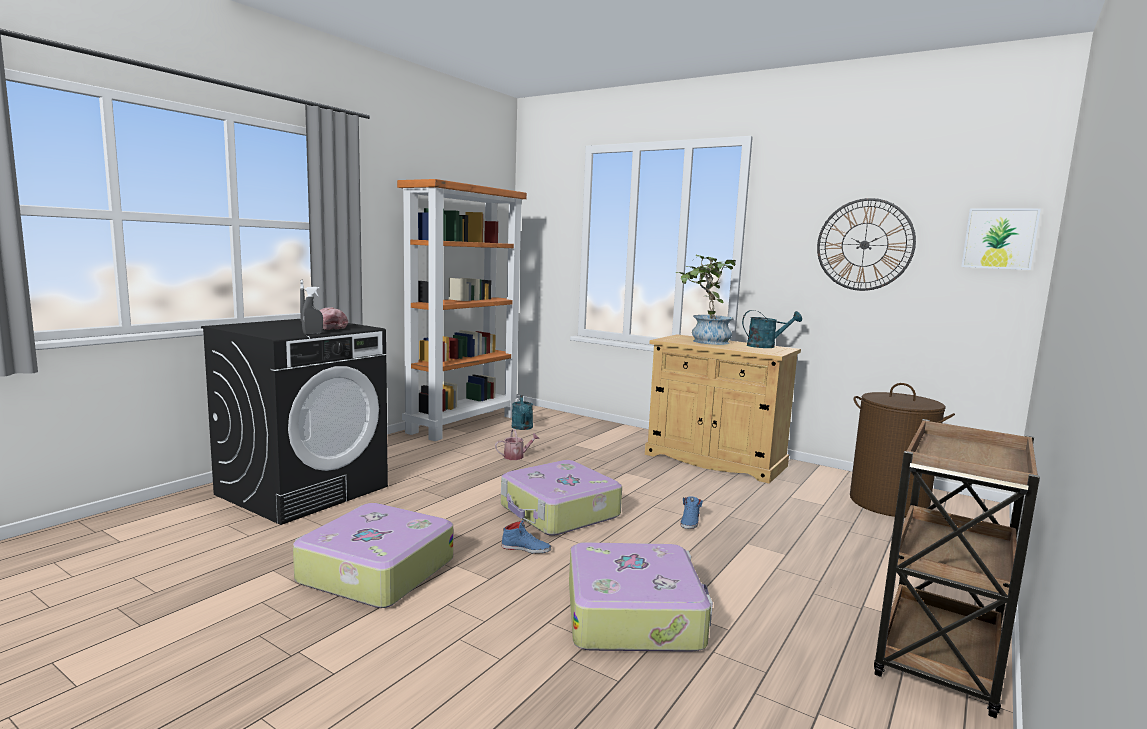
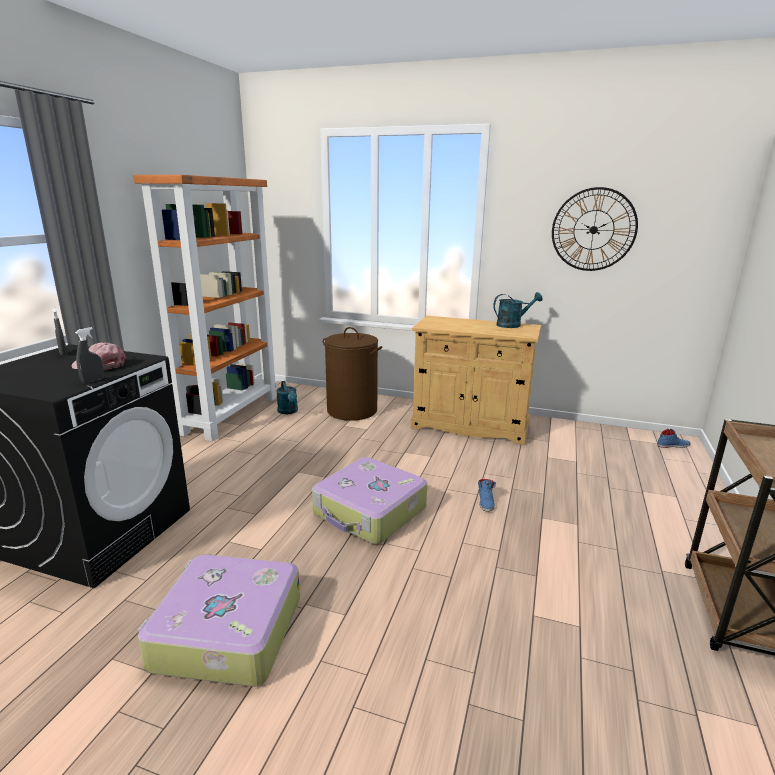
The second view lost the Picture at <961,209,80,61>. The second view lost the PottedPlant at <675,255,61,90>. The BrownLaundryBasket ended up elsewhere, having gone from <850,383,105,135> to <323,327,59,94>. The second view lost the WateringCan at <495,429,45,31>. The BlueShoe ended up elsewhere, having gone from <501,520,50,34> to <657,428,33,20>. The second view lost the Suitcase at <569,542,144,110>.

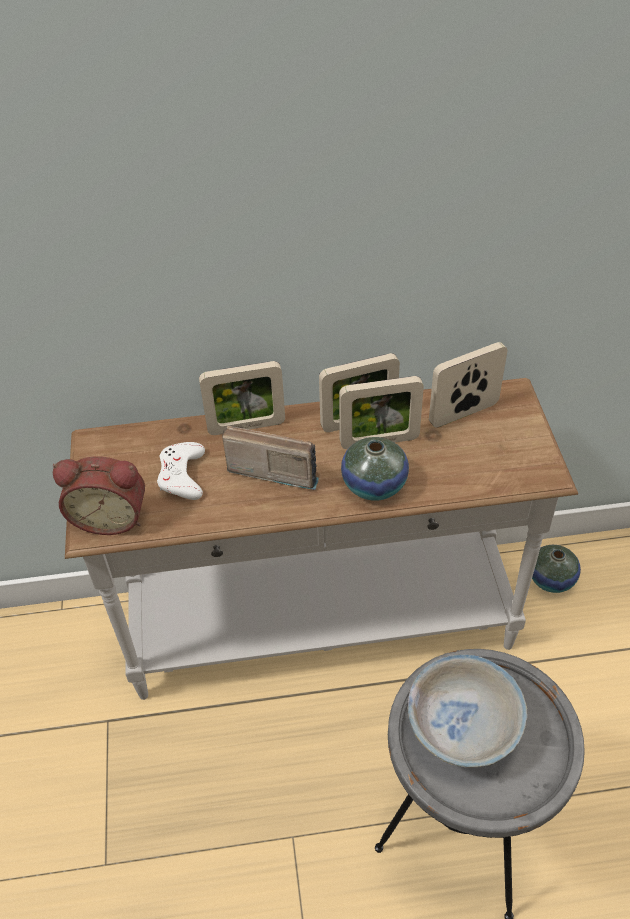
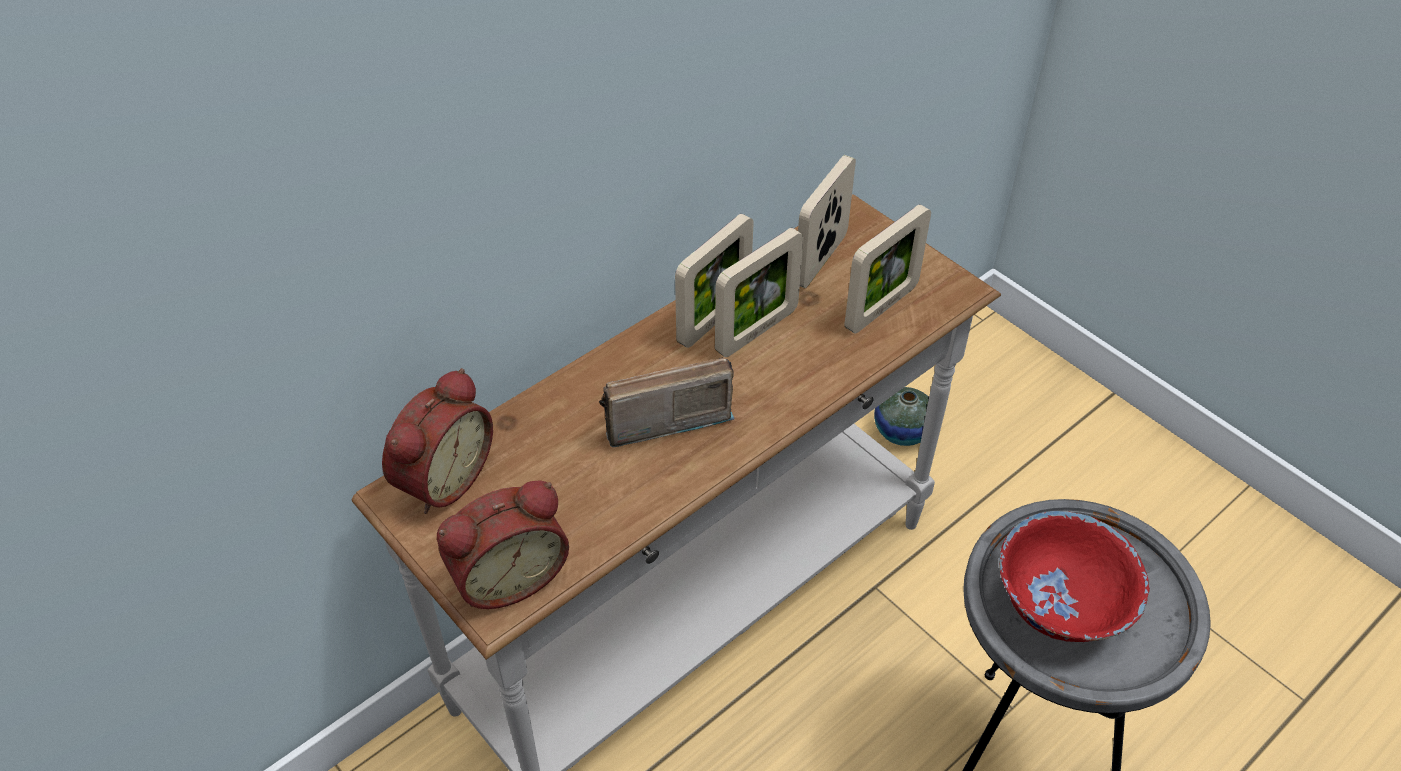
The PictureFrame ended up elsewhere, having gone from <199,361,86,74> to <844,204,87,129>. The second view lost the Vase at <341,437,68,64>. The second view lost the WhiteGameController at <157,442,48,58>. What was the WhiteBowl at <408,654,119,114> turned into the RedBowl at <999,511,151,131>. The second view gained the AlarmClock at <382,368,111,146>.

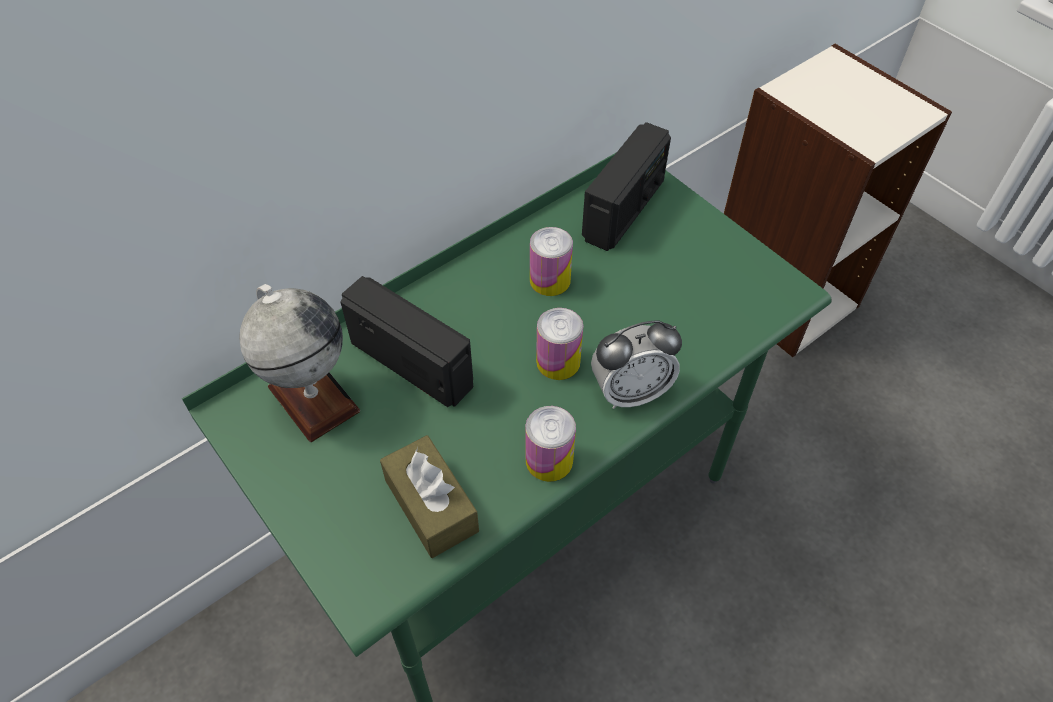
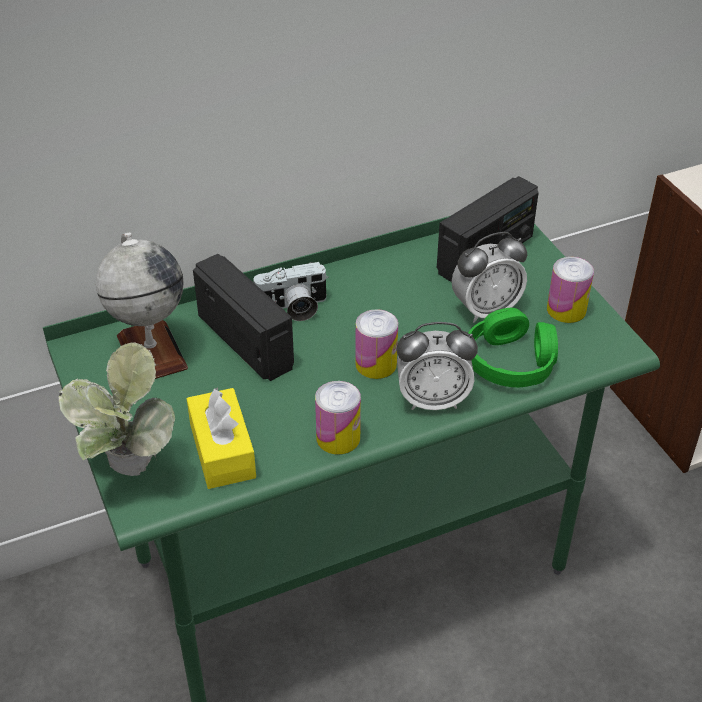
The Can ended up elsewhere, having gone from <530,227,43,69> to <547,257,47,66>. What was the BrownTissueBox at <380,435,99,123> turned into the YellowTissueBox at <186,387,70,102>. The second view gained the AlarmClock at <452,232,75,91>. The second view gained the PhotoCamera at <253,262,75,59>. The second view gained the GreenHeadphones at <468,308,90,79>. The second view gained the PottedPlant at <59,343,116,133>.

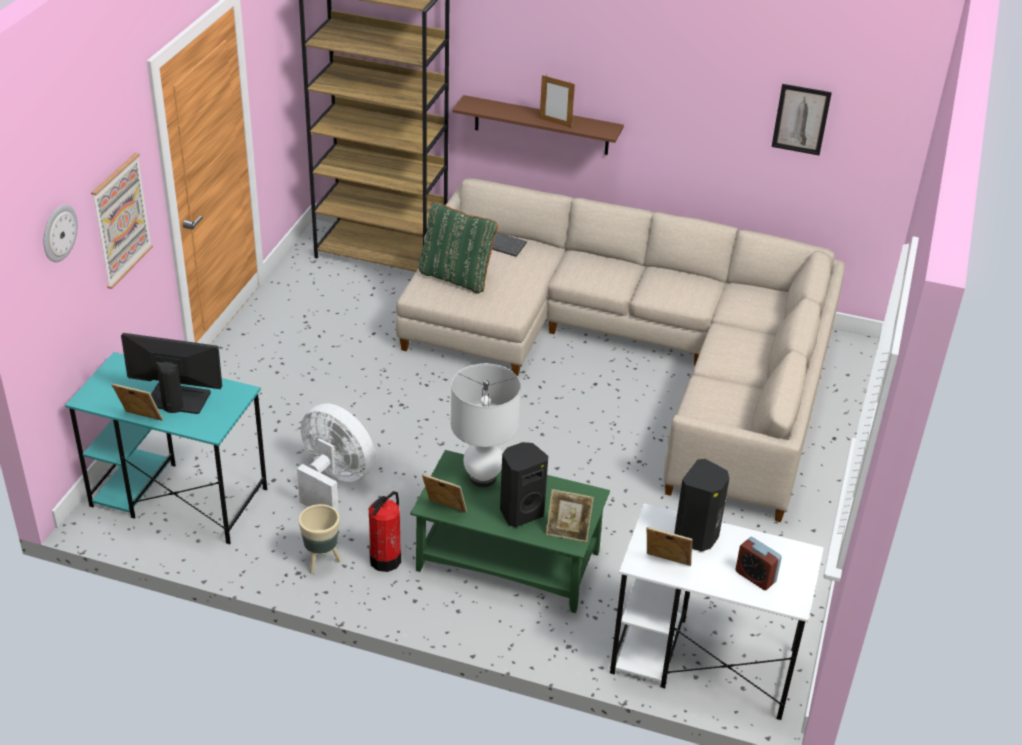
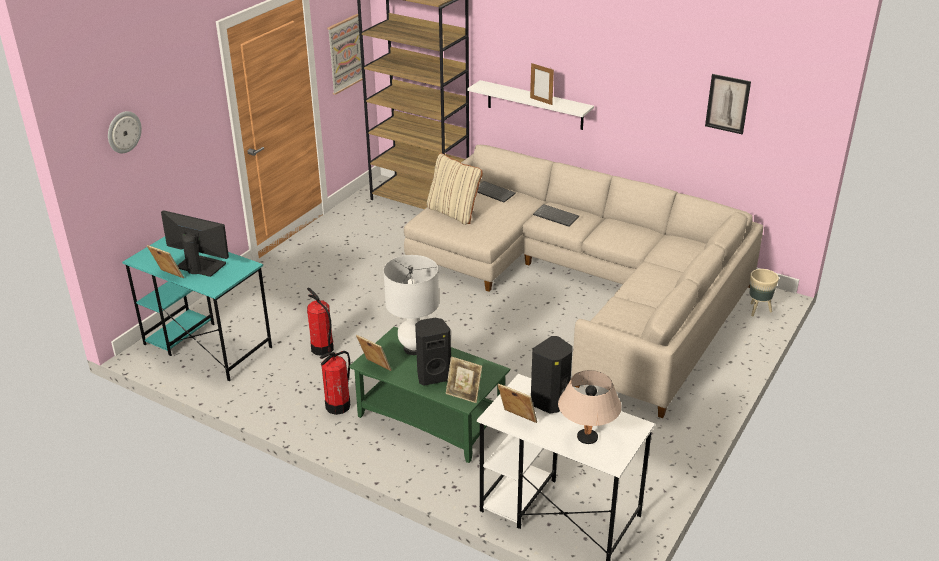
What was the BrownShelf at <452,95,172,60> turned into the WhiteShelf at <467,80,127,50>. The Picture ended up elsewhere, having gone from <91,153,62,136> to <327,14,36,81>. What was the GreenPillow at <419,202,79,92> turned into the BeigePillow at <427,153,56,72>. Where the WhiteFan stood at <297,403,78,110>, the FireExtinguisher came to stand at <307,288,27,68>. The BeigePlanter ended up elsewhere, having gone from <299,504,43,70> to <749,269,30,47>. Where the AlarmClock stood at <735,537,47,53>, the BeigeTableLamp came to stand at <558,370,64,74>. The second view gained the Keyboard at <533,204,46,23>.

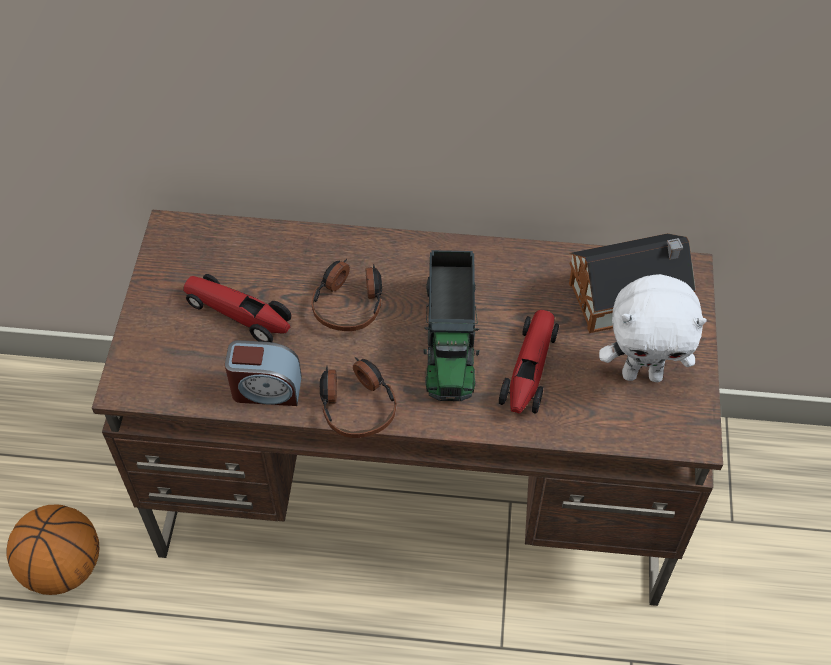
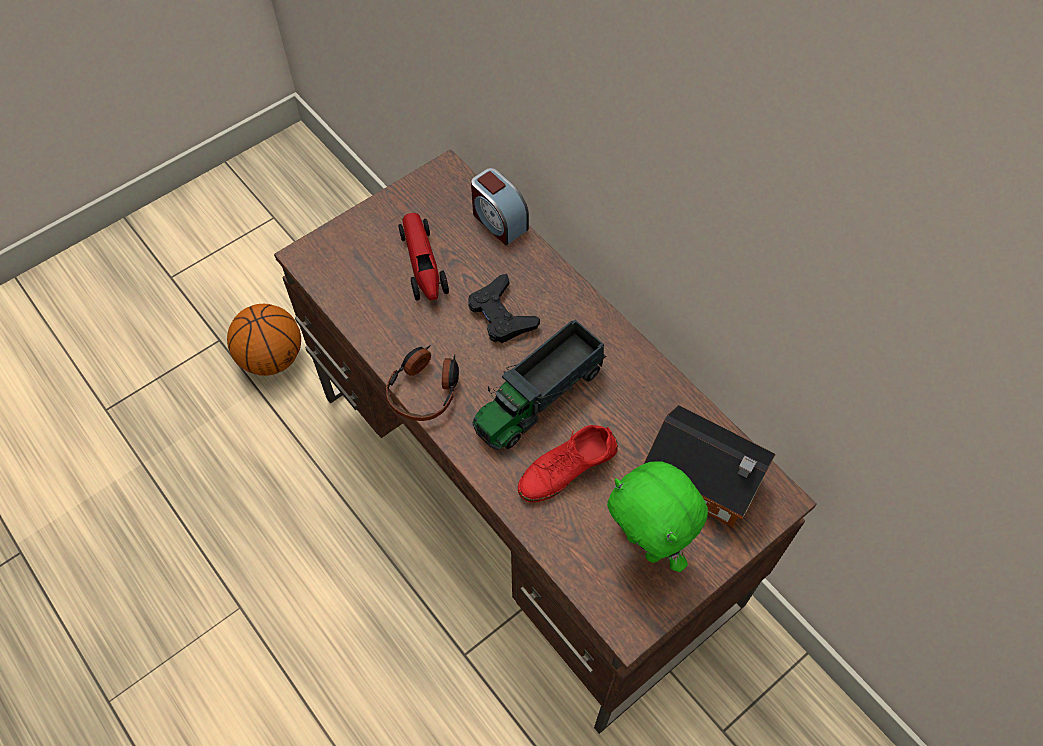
Where the Headphones stood at <311,259,71,72>, the BlackGameController came to stand at <468,274,72,69>. What was the WhitePlushToy at <599,274,108,108> turned into the GreenPlushToy at <607,461,101,111>. Where the ToyCar stood at <499,310,60,103>, the RedShoe came to stand at <518,425,100,78>. The AlarmClock ended up elsewhere, having gone from <225,340,77,66> to <471,168,58,77>.

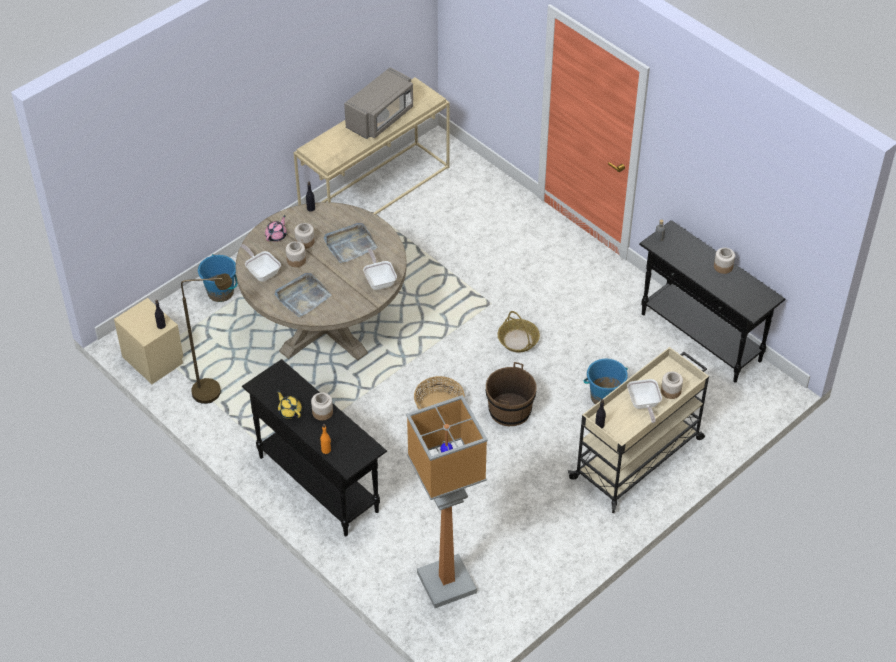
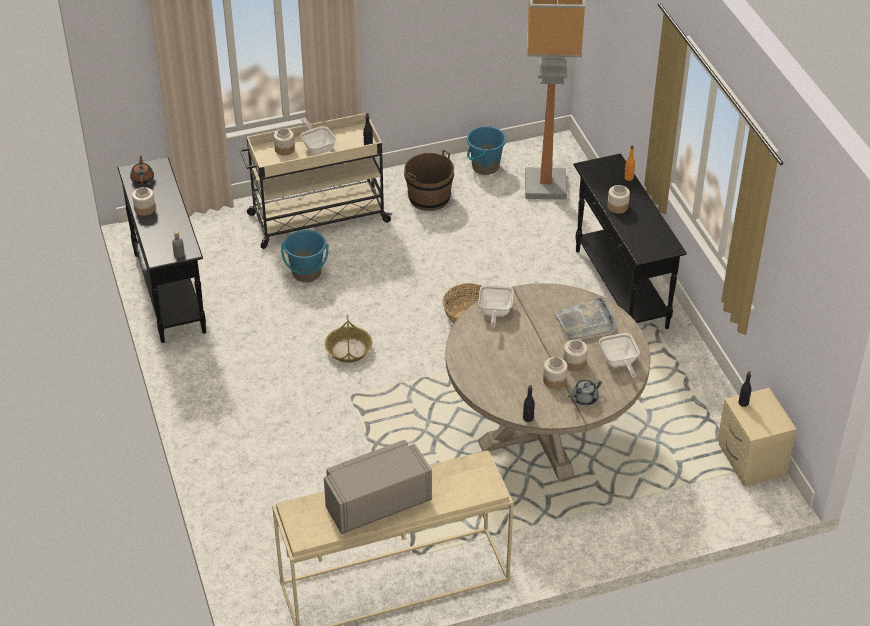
What was the PinkTeapot at <265,215,22,27> turned into the GreyTeapot at <568,380,34,25>. The second view lost the GreyTray at <323,223,55,40>. The BlueBucket ended up elsewhere, having gone from <198,254,40,48> to <467,126,39,49>. The second view lost the BrownFloorLamp at <181,274,51,130>. The BrownBucket ended up elsewhere, having gone from <486,362,51,64> to <404,150,50,61>. The FryingPan at <627,379,35,44> ended up facing another way, 45 degrees counterclockwise from before. The second view lost the YellowTeapot at <277,390,25,29>. The second view gained the BrownTeapot at <130,156,24,29>.

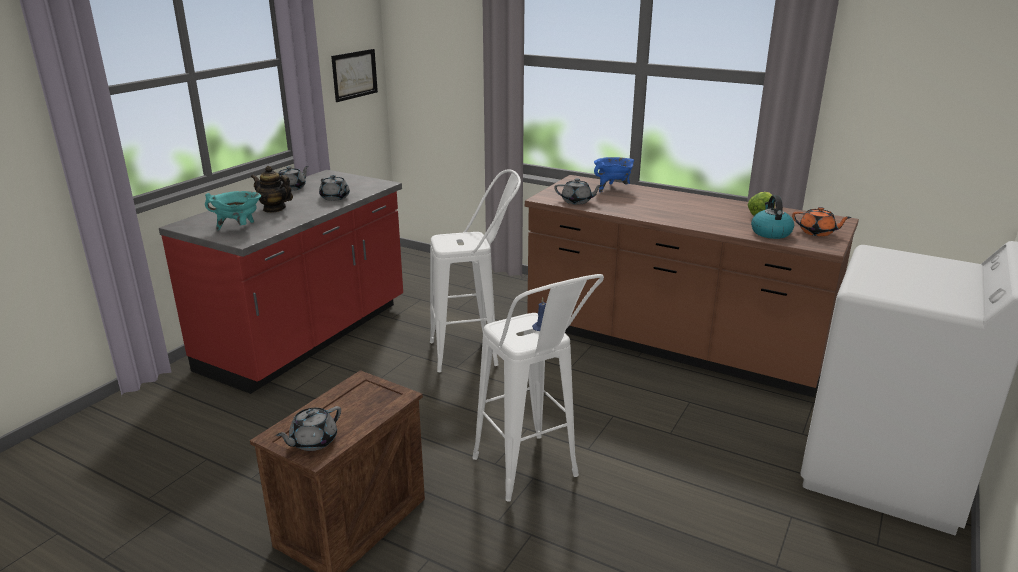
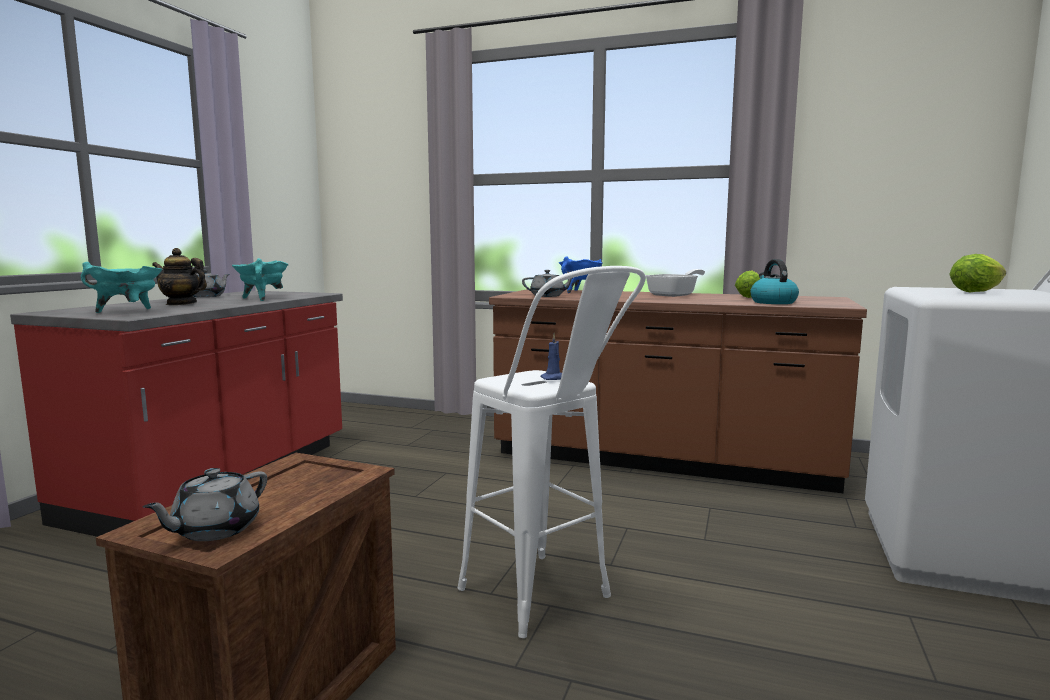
The second view lost the Picture at <331,49,47,53>. The second view lost the WhiteStool at <430,170,91,202>. Where the GreyTeapot stood at <319,175,31,26>, the TurquoiseCookingPot came to stand at <232,258,57,43>. The second view lost the OrangeTeapot at <792,207,60,29>. The second view gained the Lettuce at <949,254,57,38>. The second view gained the FryingPan at <646,269,59,28>.

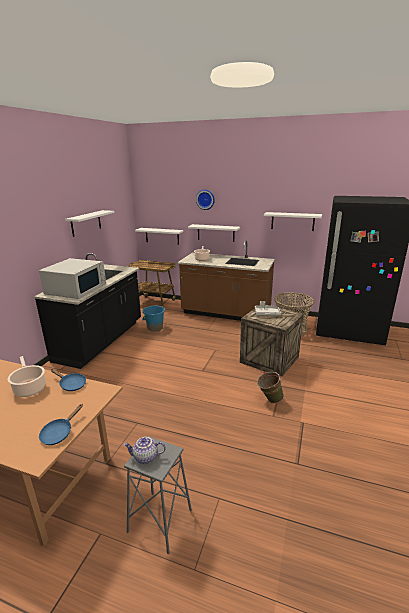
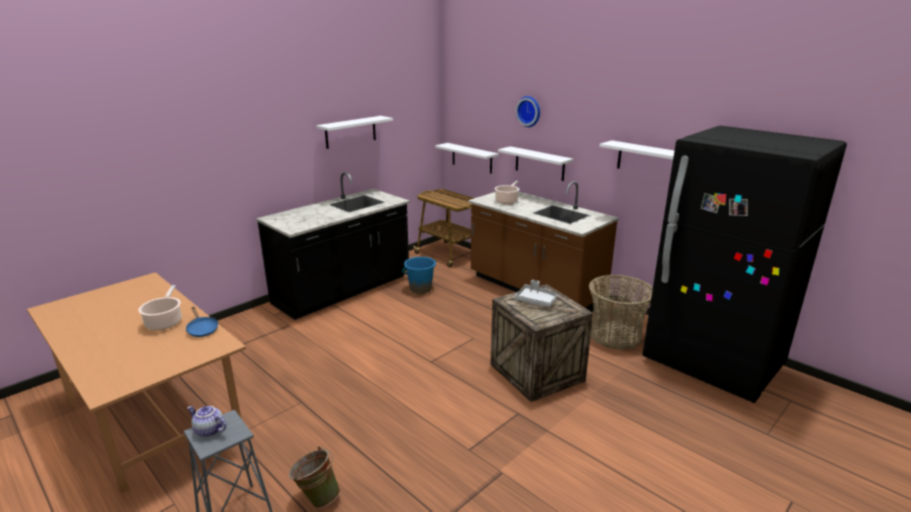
The second view lost the WhiteMicrowave at <39,258,67,41>. The GreenBucket ended up elsewhere, having gone from <257,372,27,31> to <289,447,51,61>. The second view lost the BlueFryingPan at <39,404,44,41>.

